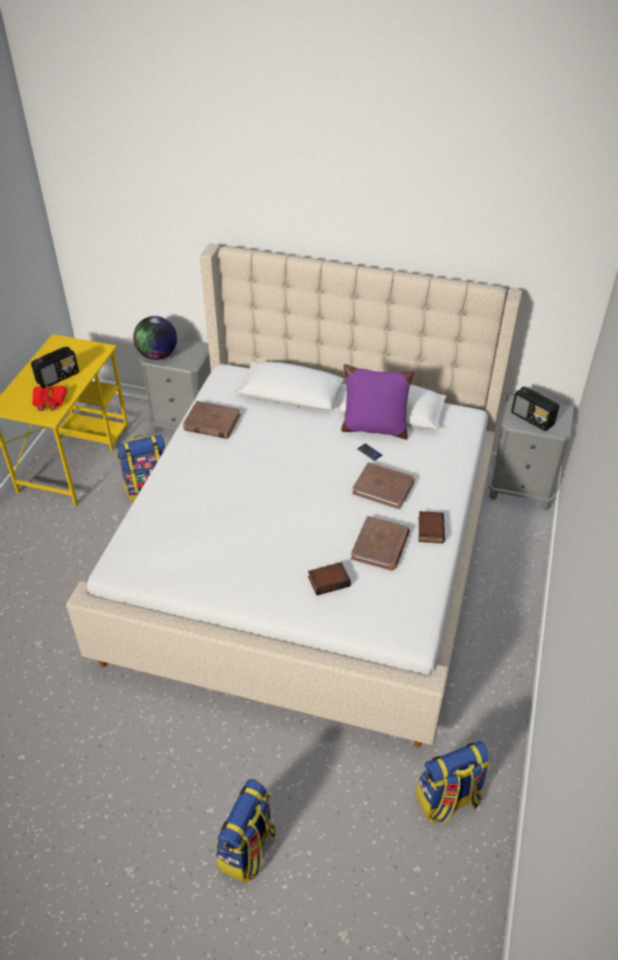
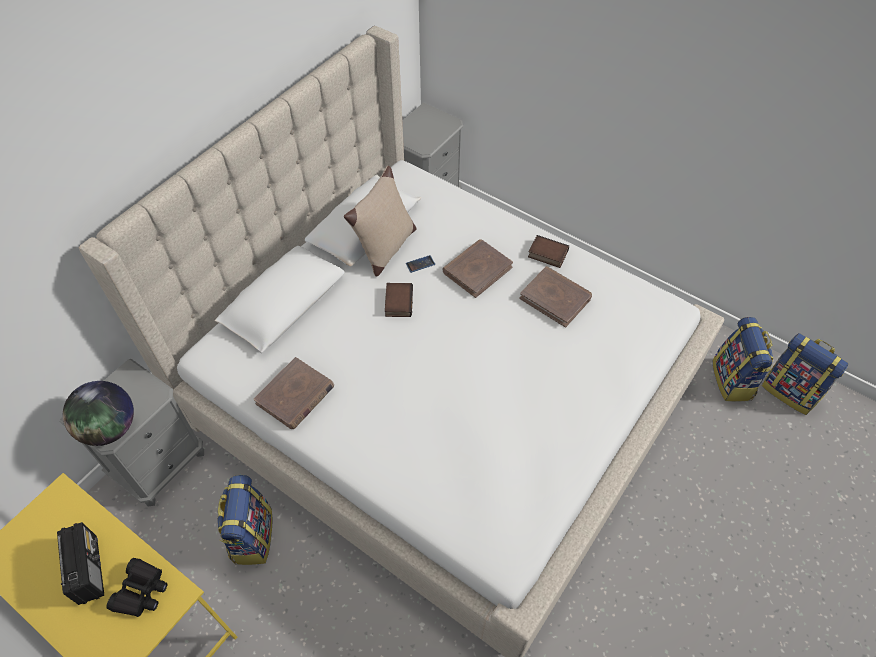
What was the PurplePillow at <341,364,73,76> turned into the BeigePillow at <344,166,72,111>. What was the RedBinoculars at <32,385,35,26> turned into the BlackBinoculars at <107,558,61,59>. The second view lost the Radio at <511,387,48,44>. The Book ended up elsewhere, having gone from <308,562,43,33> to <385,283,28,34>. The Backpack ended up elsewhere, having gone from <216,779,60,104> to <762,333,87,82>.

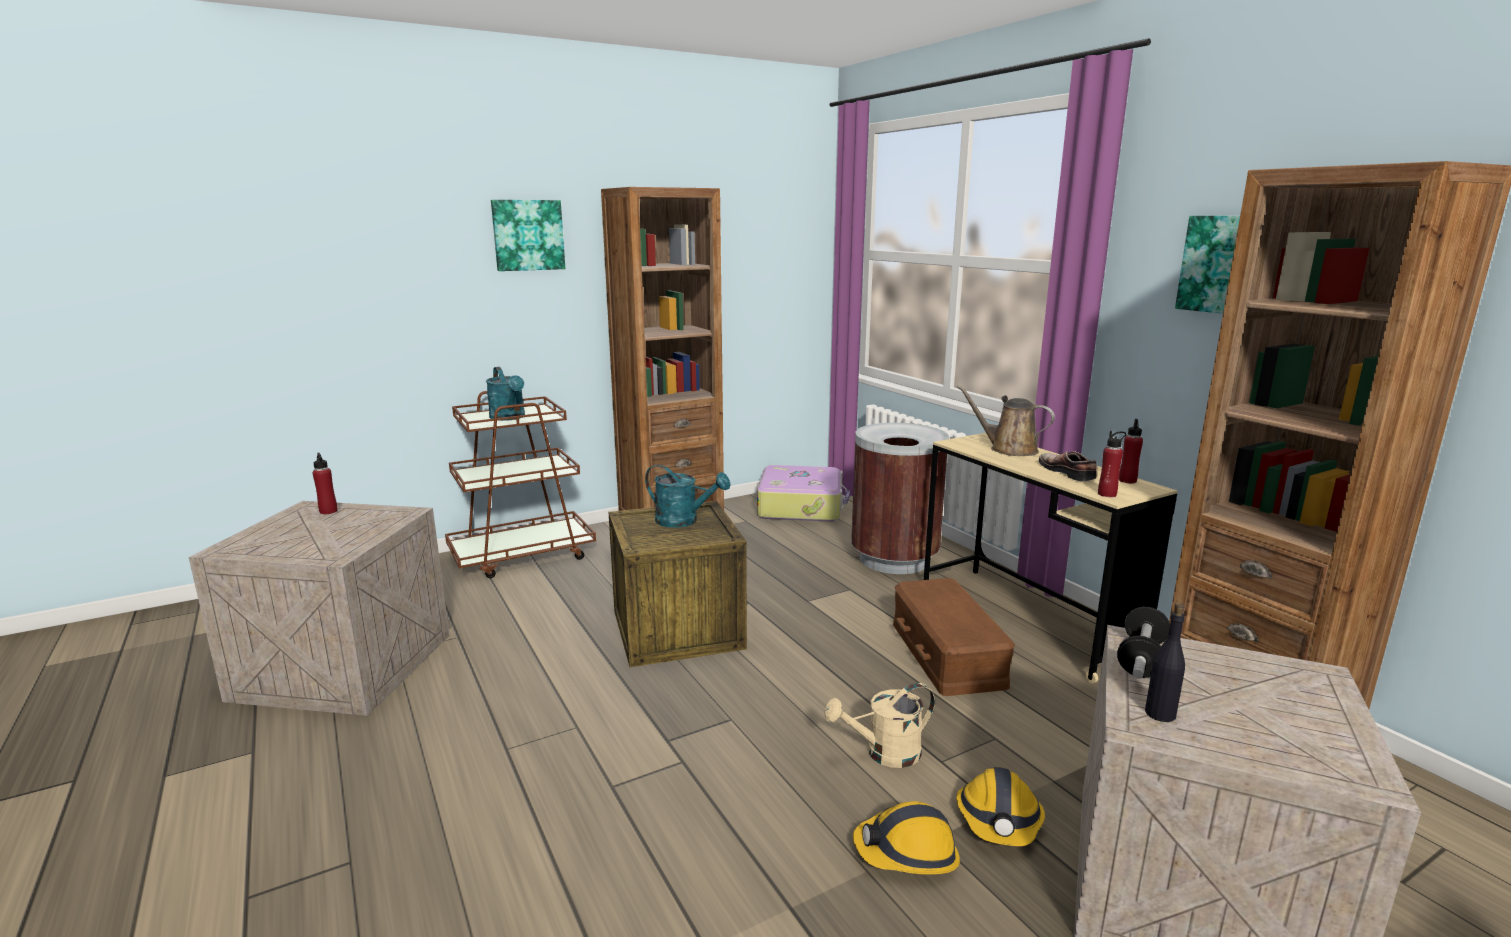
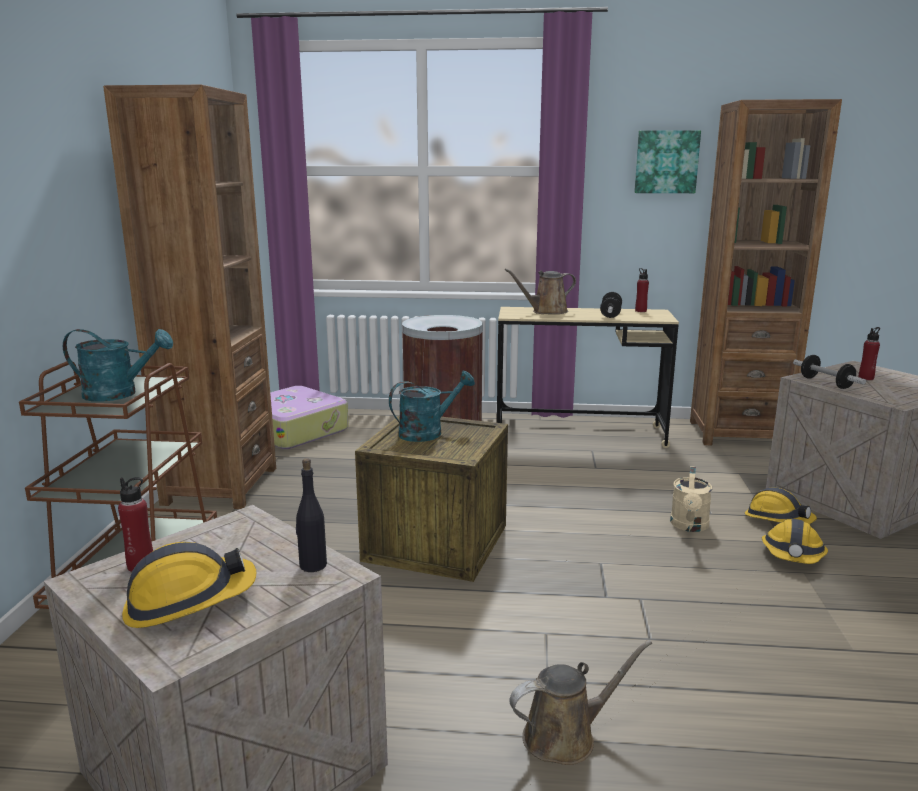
The second view lost the Picture at <491,200,74,71>. The RedBottle ended up elsewhere, having gone from <1098,431,28,66> to <858,327,22,53>. Where the Shoe stood at <1039,451,58,30>, the Dumbbell came to stand at <600,292,22,26>. The second view lost the BrownStorageBox at <893,578,122,118>. The BlackBottle ended up elsewhere, having gone from <1145,603,40,119> to <296,458,31,114>. The second view gained the HardHat at <122,542,134,86>. The second view gained the BrownWateringCan at <509,640,143,125>.

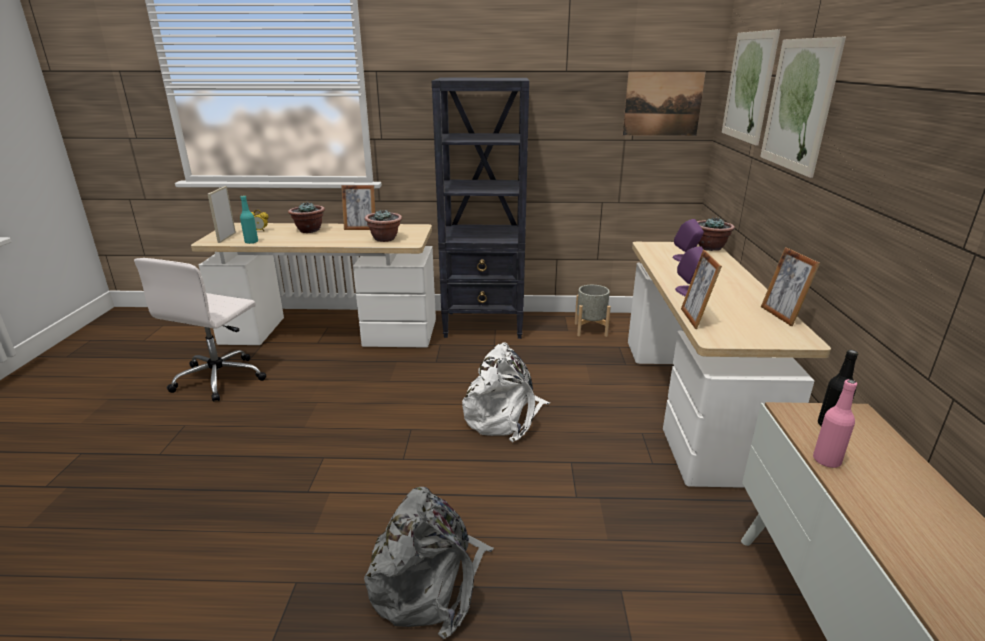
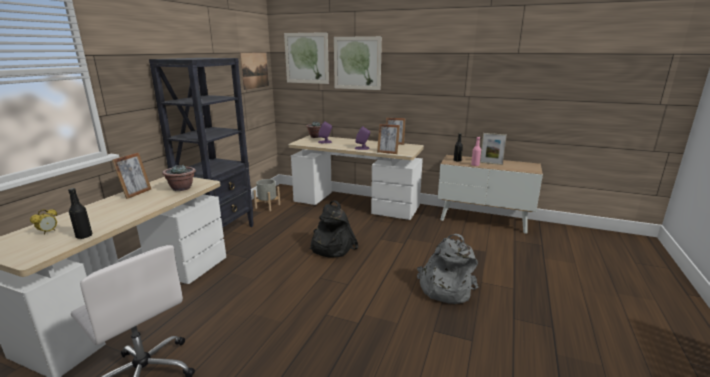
The PictureFrame ended up elsewhere, having gone from <208,186,28,57> to <480,133,27,32>. What was the TurquoiseBottle at <240,196,18,48> turned into the BlackBottle at <68,188,24,51>. The second view lost the PottedPlant at <288,201,37,32>. What was the WhiteBackpack at <462,342,88,100> turned into the BlackBackpack at <310,201,48,57>.

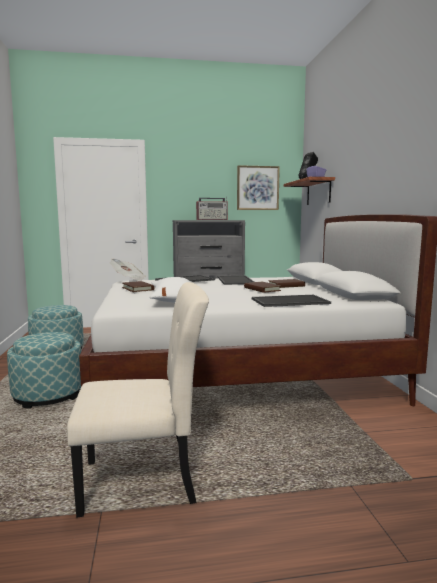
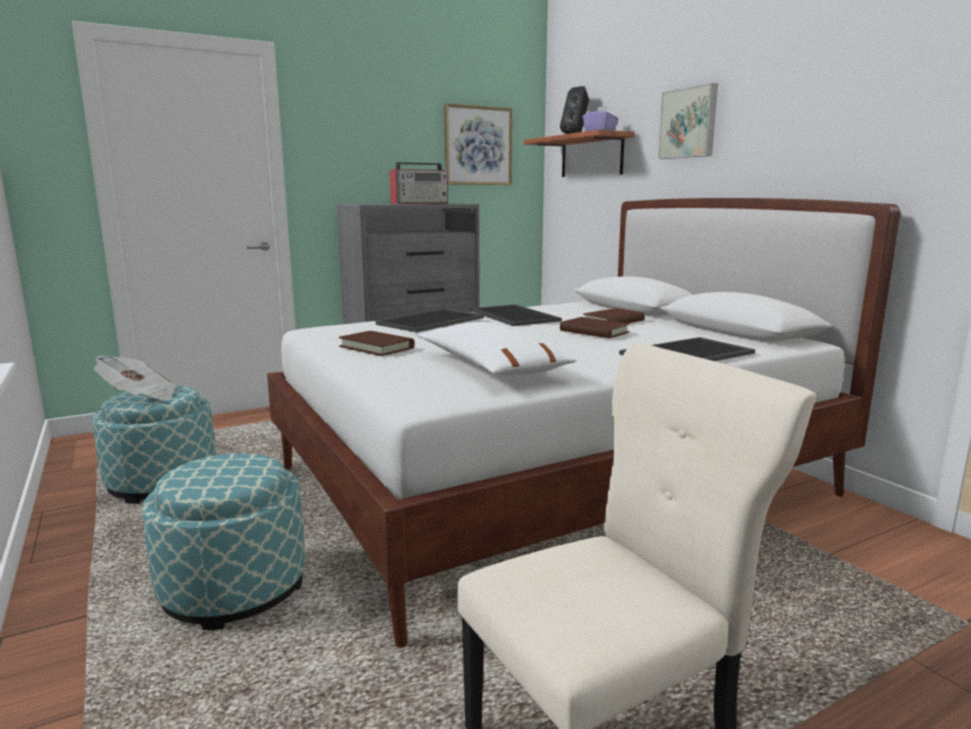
The Newspaper ended up elsewhere, having gone from <109,259,37,22> to <94,356,83,45>. The second view gained the Picture at <658,83,60,76>.

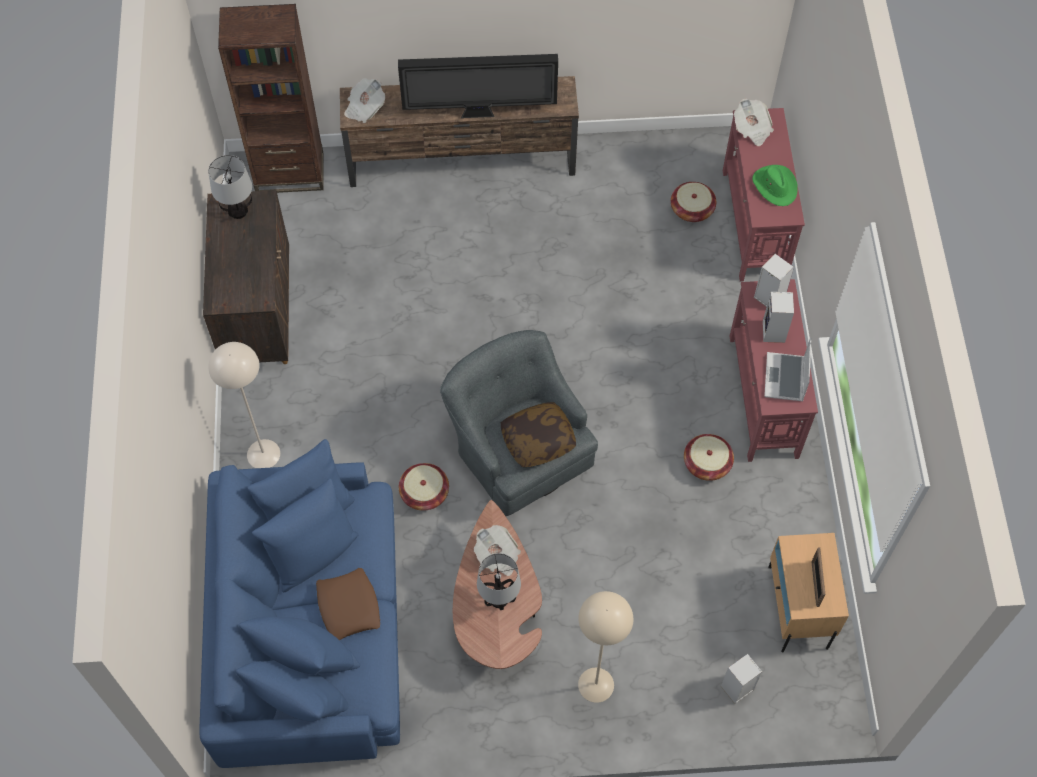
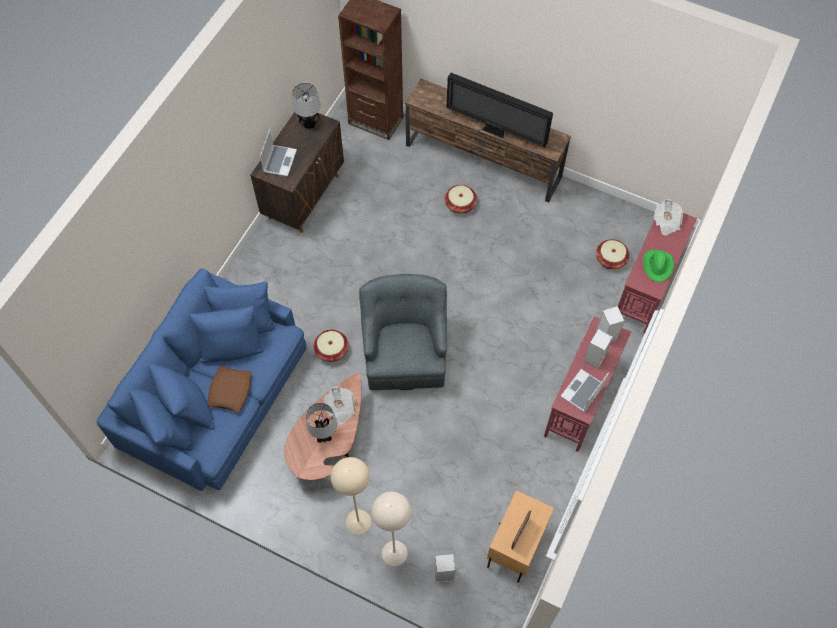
The second view lost the Newspaper at <344,78,41,45>. The BeigeFloorLamp ended up elsewhere, having gone from <208,342,72,126> to <371,492,40,74>. The second view lost the Pillow at <501,402,75,65>. The Basket ended up elsewhere, having gone from <684,434,50,47> to <445,185,32,29>. The second view gained the Laptop at <260,129,37,48>.

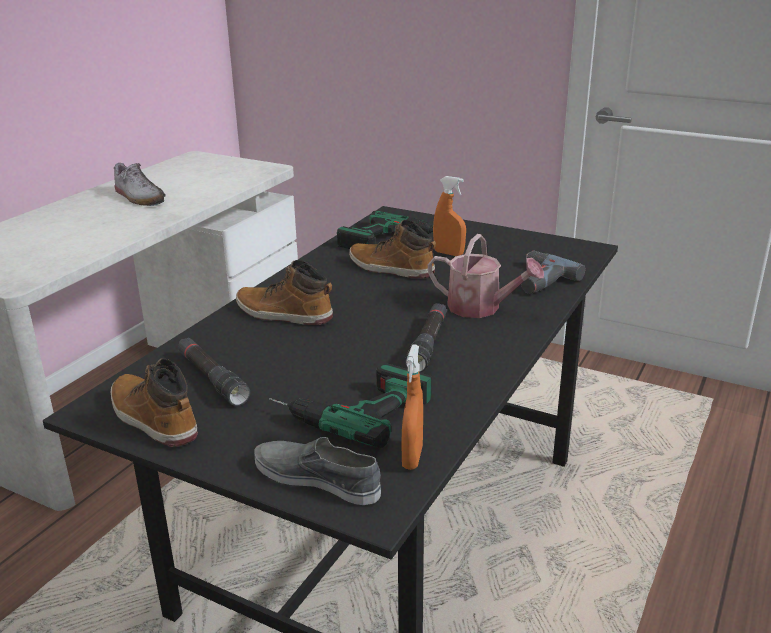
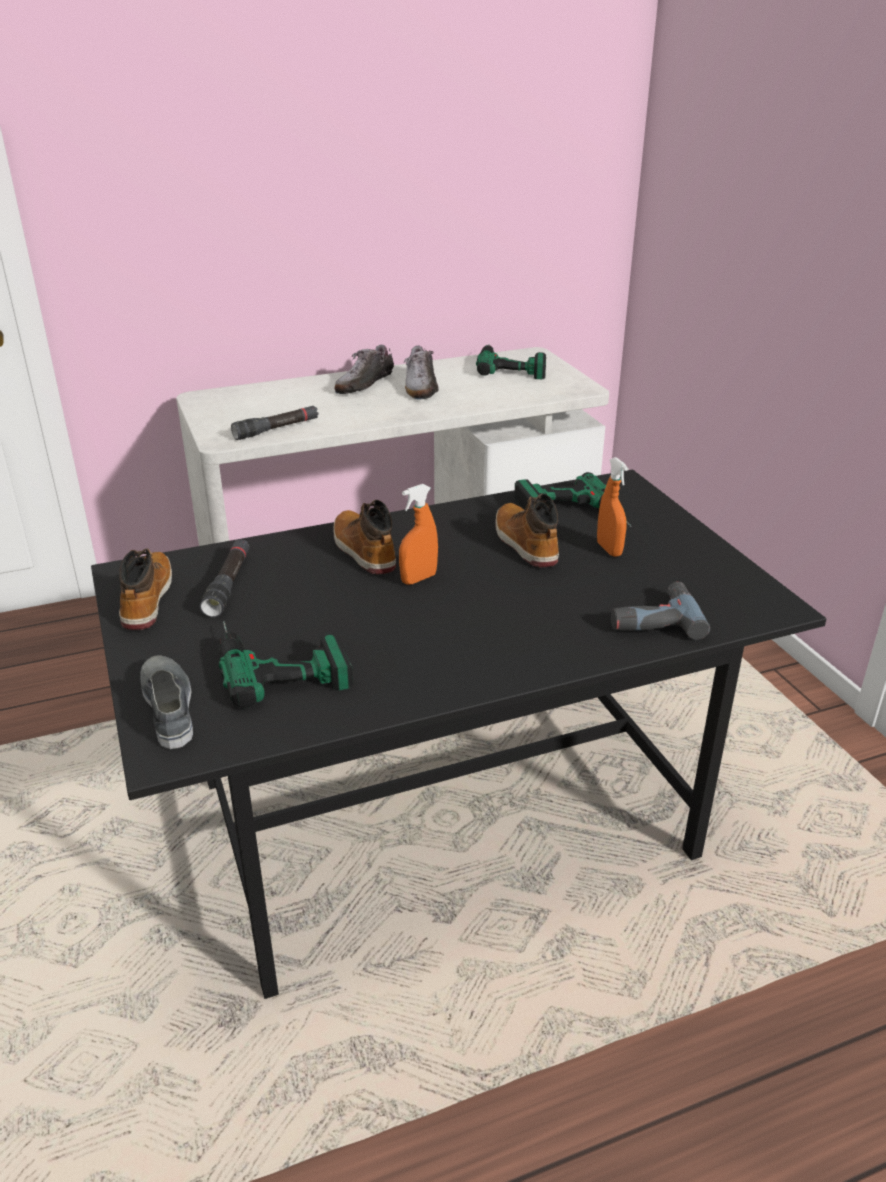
The second view lost the WateringCan at <427,234,117,84>. The BlackFlashlight ended up elsewhere, having gone from <405,303,42,70> to <231,406,88,34>. The OrangeSprayBottle ended up elsewhere, having gone from <401,345,22,125> to <399,484,39,101>. The second view gained the PowerDrill at <476,344,70,35>. The second view gained the Shoe at <335,345,59,49>.

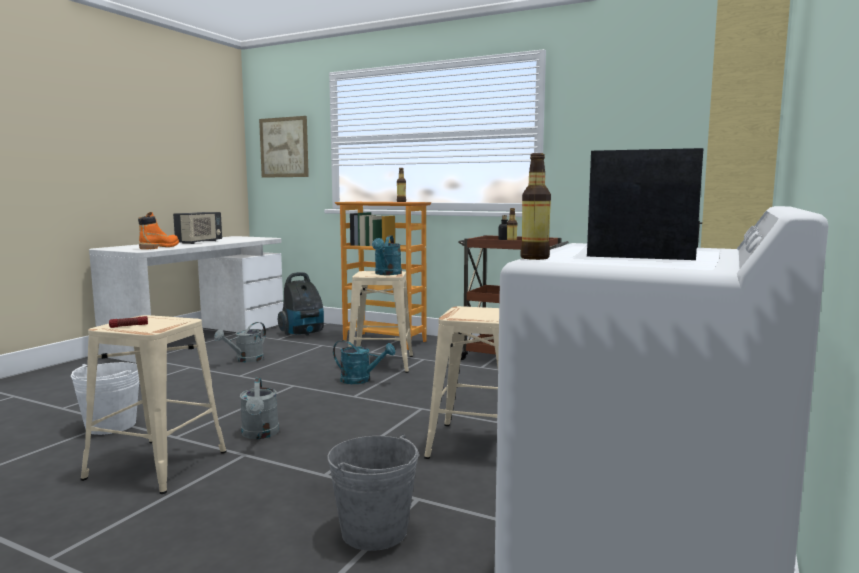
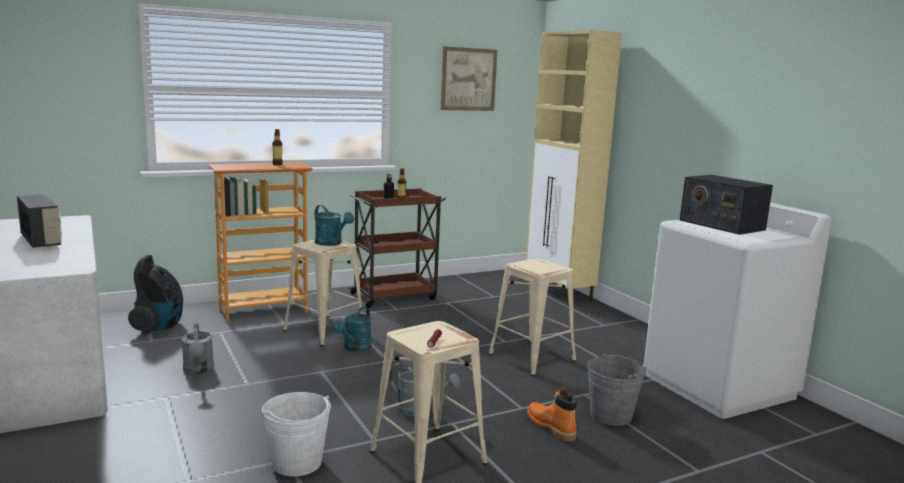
The Picture ended up elsewhere, having gone from <259,116,50,62> to <440,46,57,65>. The second view lost the Bottle at <520,153,31,107>. The OrangeBoot ended up elsewhere, having gone from <138,212,41,37> to <527,387,50,54>. The TurquoiseWateringCan at <333,340,62,44> ended up facing another way, 150 degrees clockwise from before.

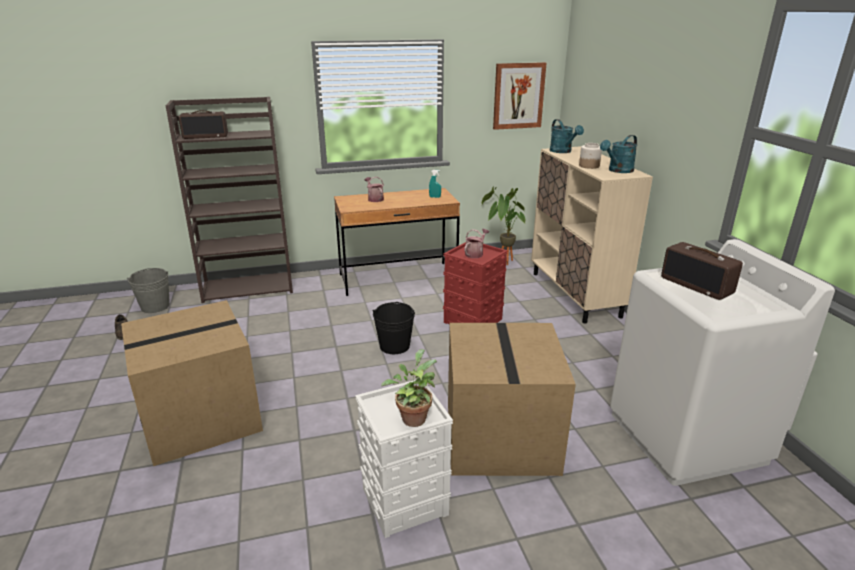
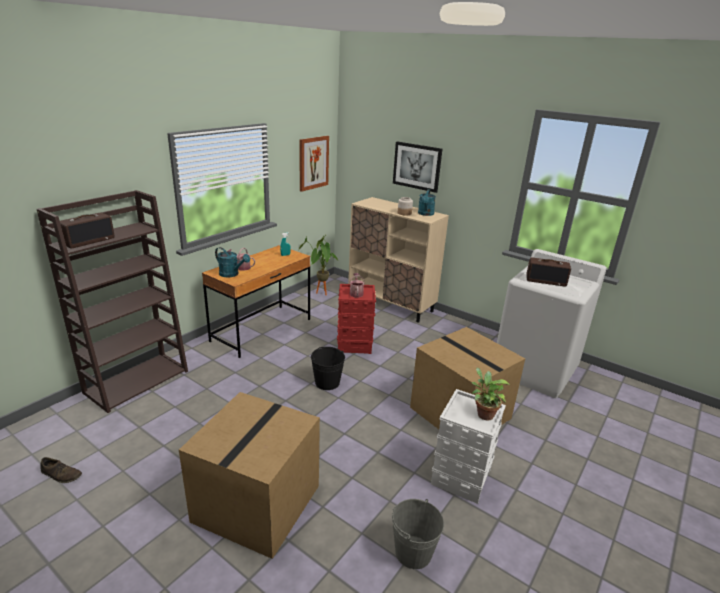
The TurquoiseWateringCan ended up elsewhere, having gone from <550,119,34,34> to <215,247,35,31>. The GreyBucket ended up elsewhere, having gone from <127,268,43,45> to <392,499,52,70>. The second view gained the Picture at <393,141,49,52>.

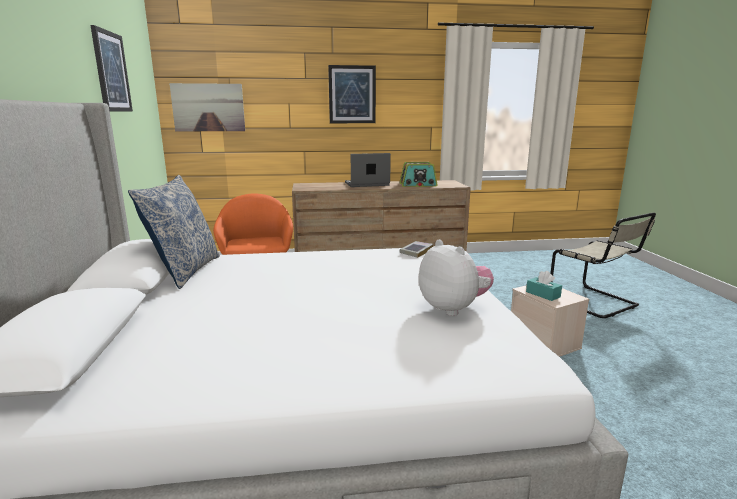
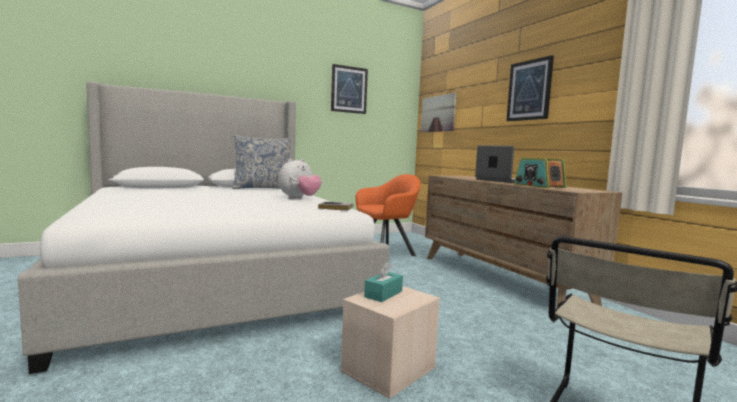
The PlushToy ended up elsewhere, having gone from <419,240,75,76> to <278,159,44,40>.

